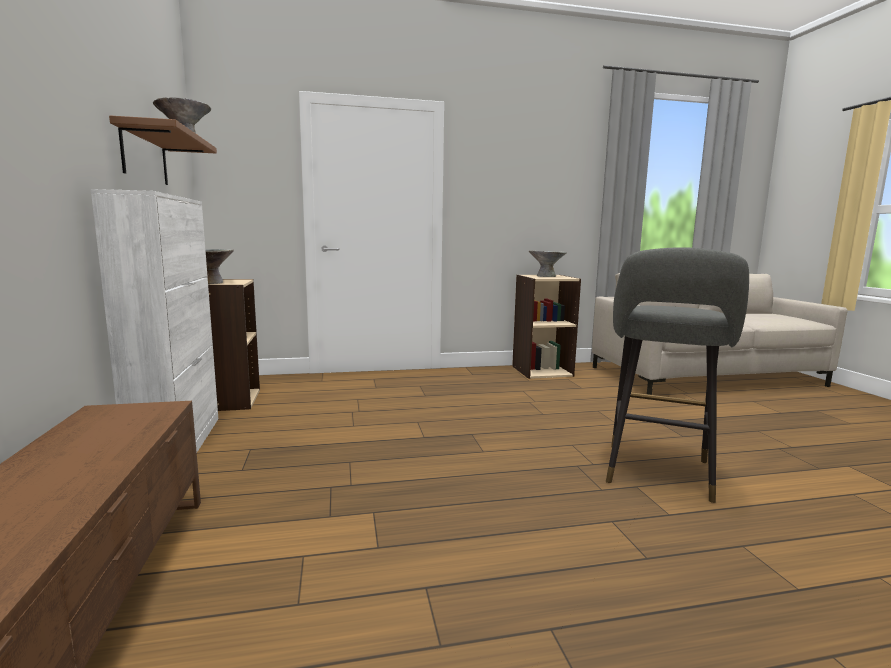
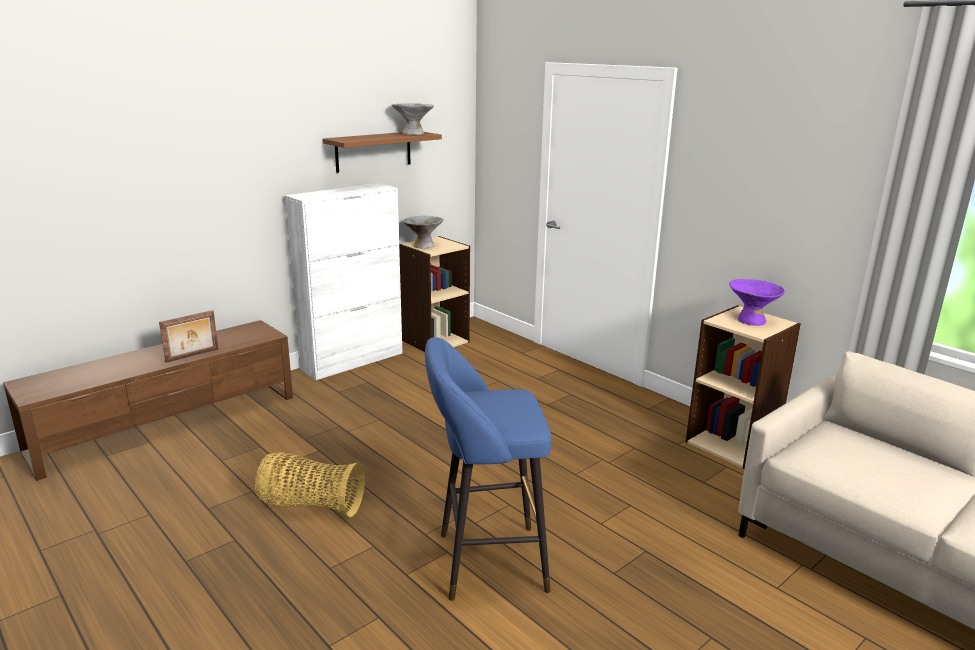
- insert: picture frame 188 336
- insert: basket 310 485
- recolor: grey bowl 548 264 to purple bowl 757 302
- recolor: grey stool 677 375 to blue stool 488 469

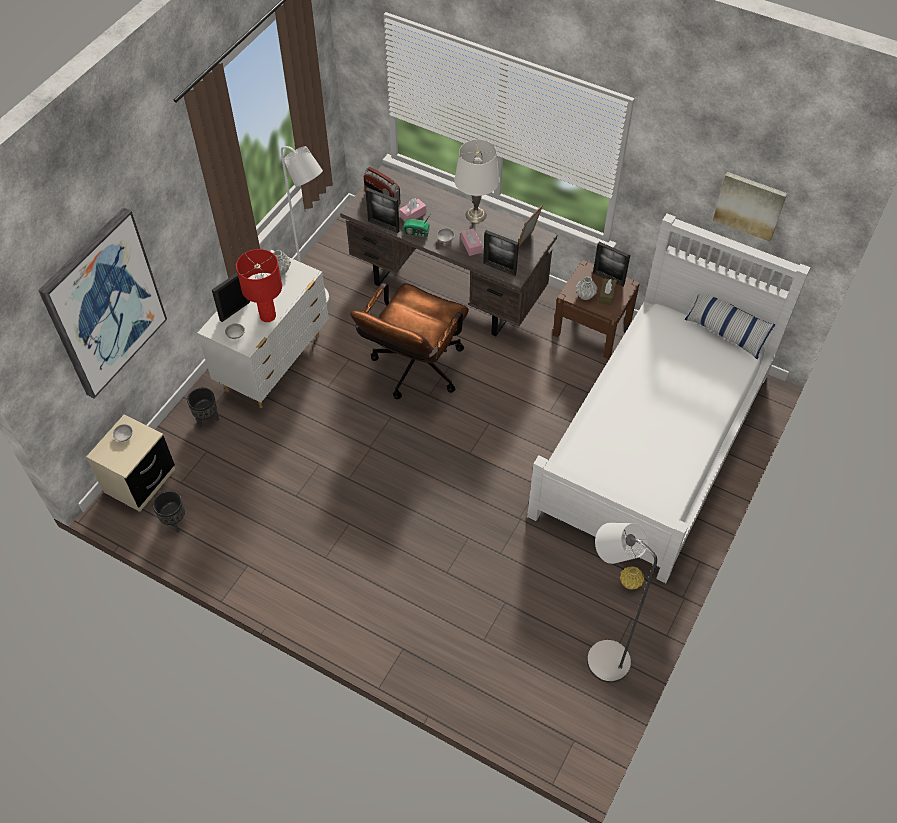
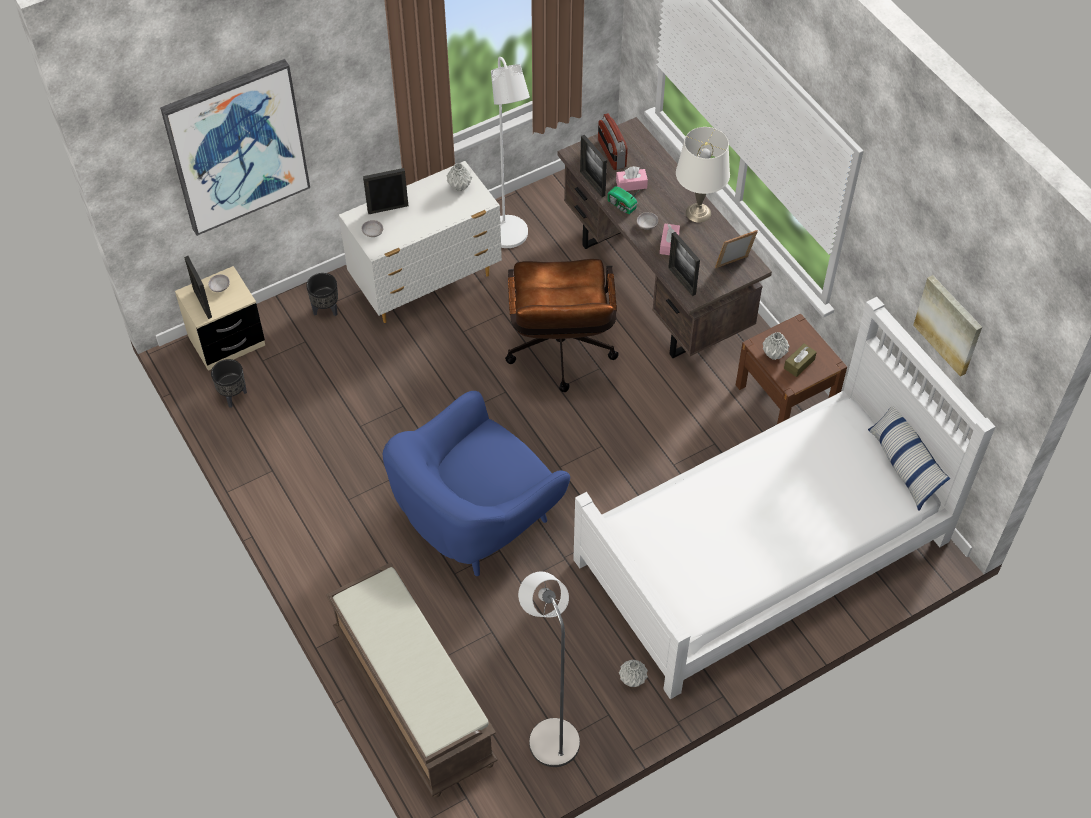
- delete: red table lamp 259 285
- insert: brown bench 412 680
- insert: blue armchair 476 483
- move: picture frame 611 264 to 198 287
- recolor: yellow vase 632 578 to grey vase 633 673
- rotate: brown office chair 409 341 = 562 325 60 degrees counterclockwise

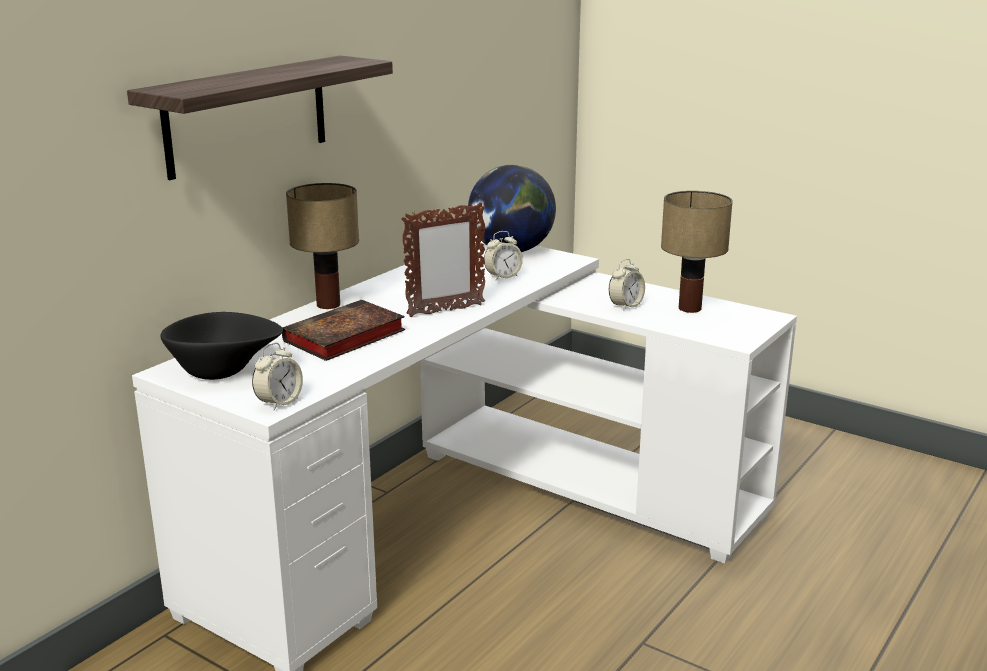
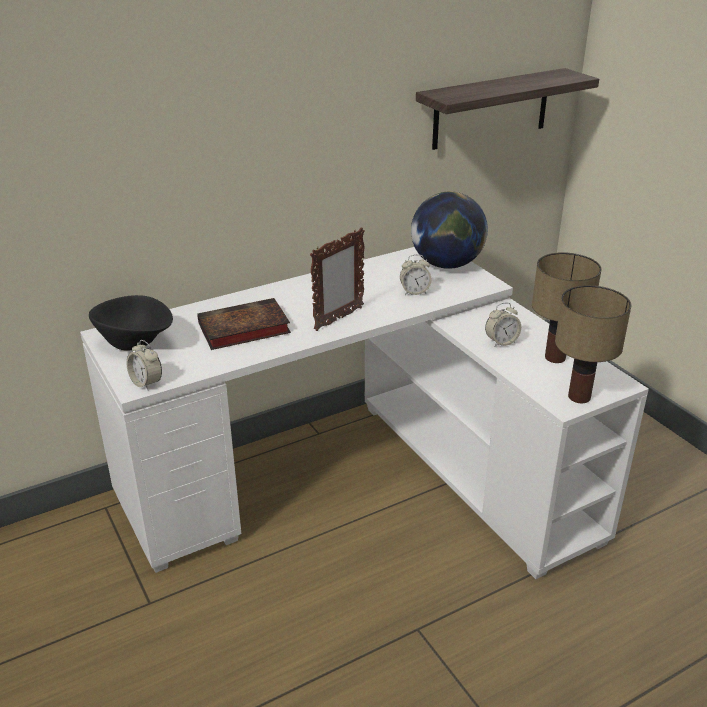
- move: shelf 260 118 to 507 109
- move: table lamp 322 246 to 593 344
- rotate: alarm clock 277 376 = 144 365 75 degrees clockwise
- rotate: picture frame 443 259 = 337 279 45 degrees counterclockwise

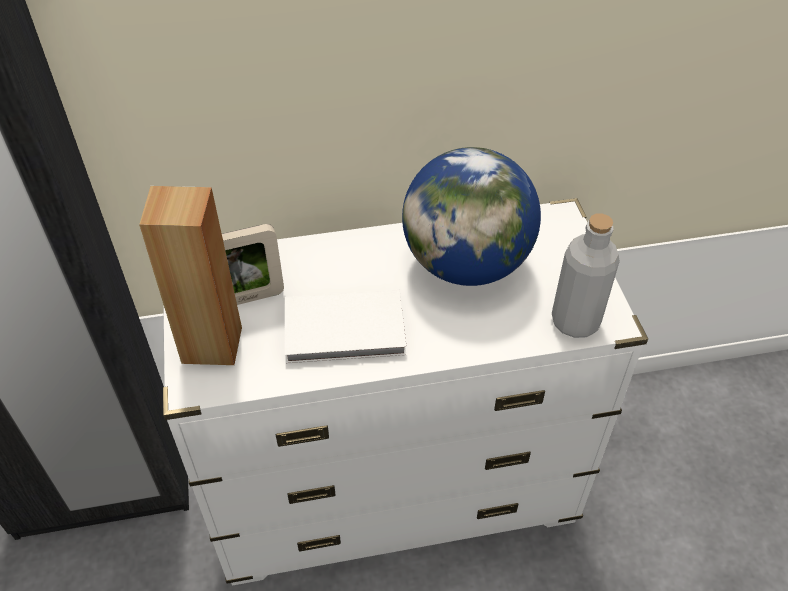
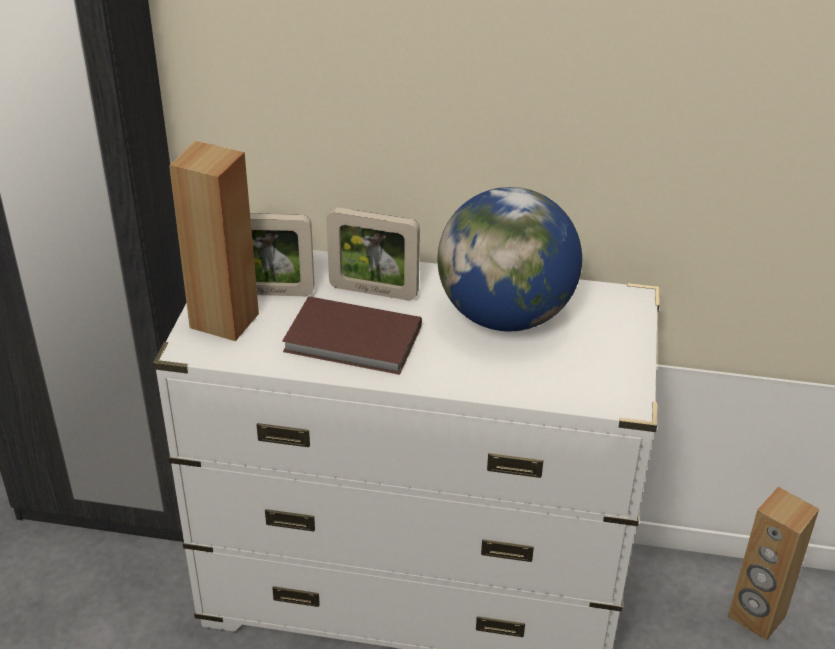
- delete: grey bottle 586 275
- insert: picture frame 373 253
- insert: brown speaker 773 564
- recolor: white book 346 326 to brown book 352 335

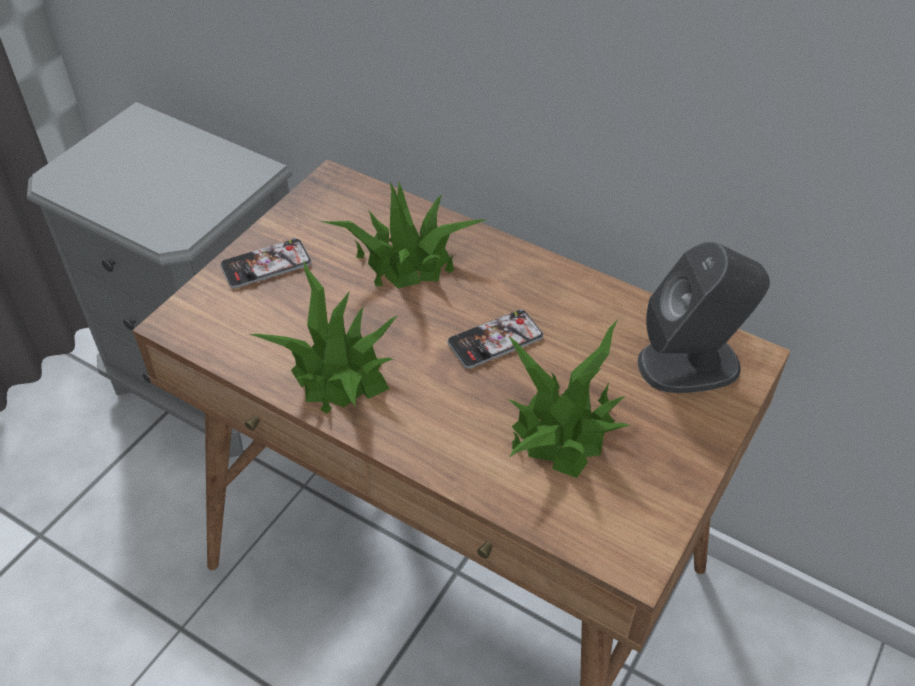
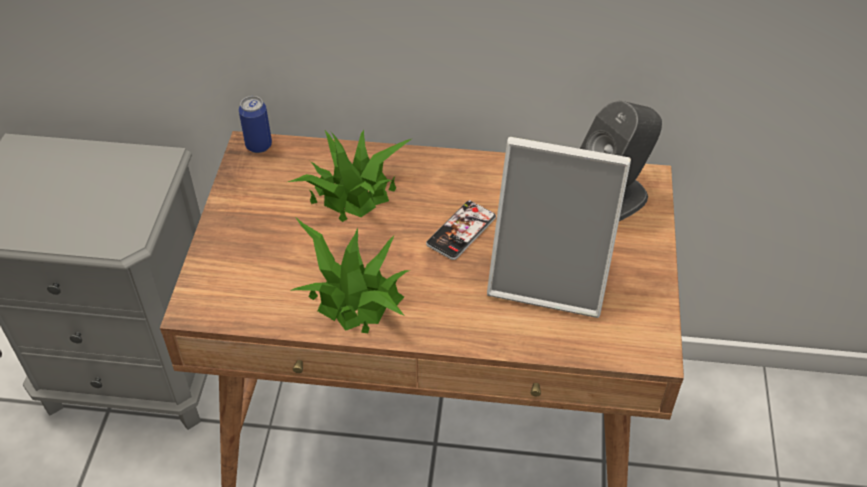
- delete: phone 265 263
- insert: can 255 124
- replace: potted plant 568 399 to picture frame 559 227

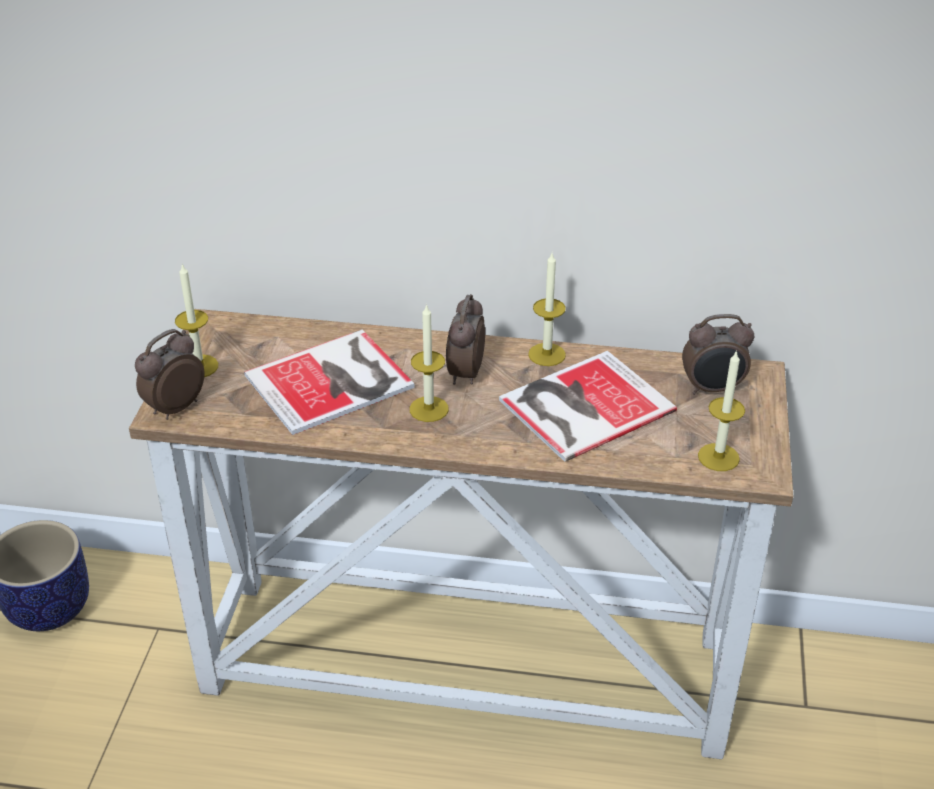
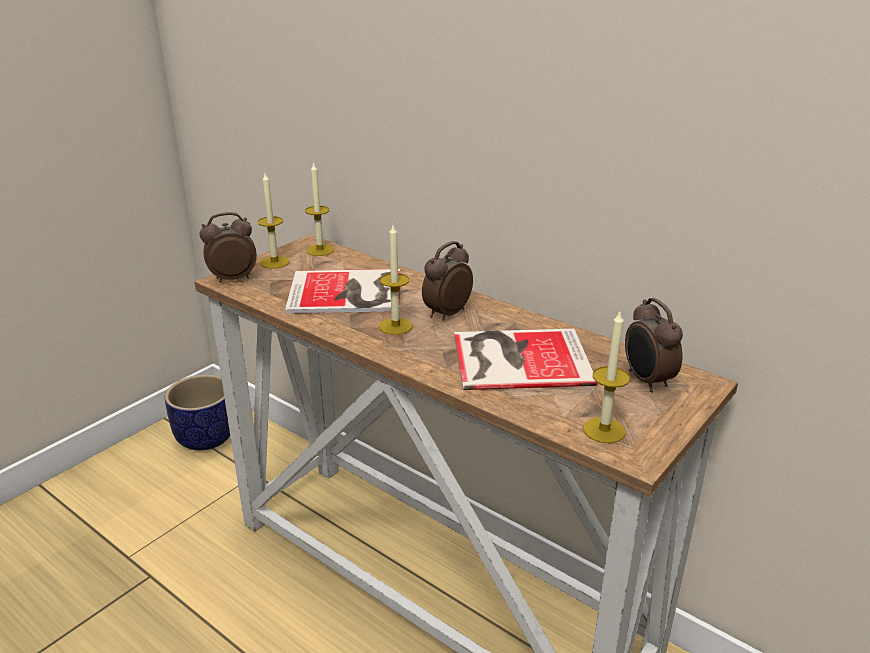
- move: candle 547 309 to 319 209
- rotate: alarm clock 718 354 = 654 345 45 degrees clockwise

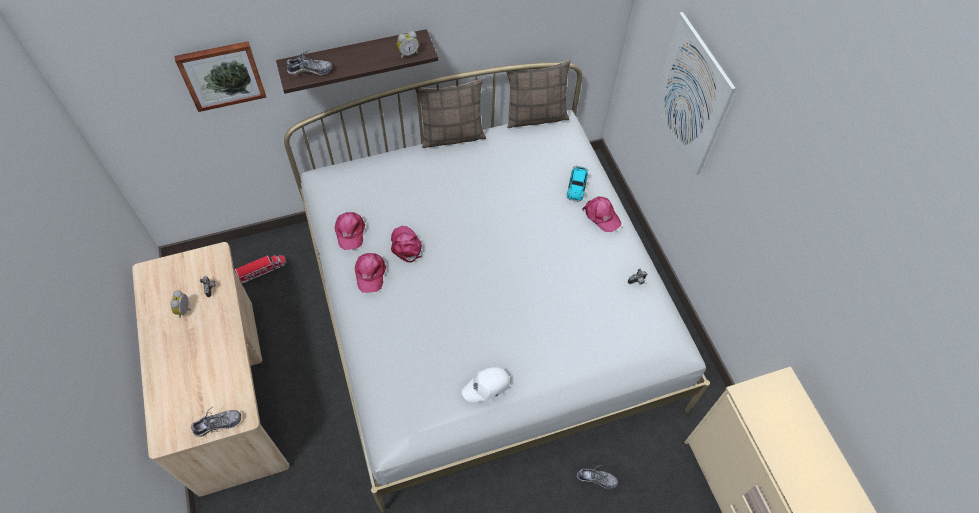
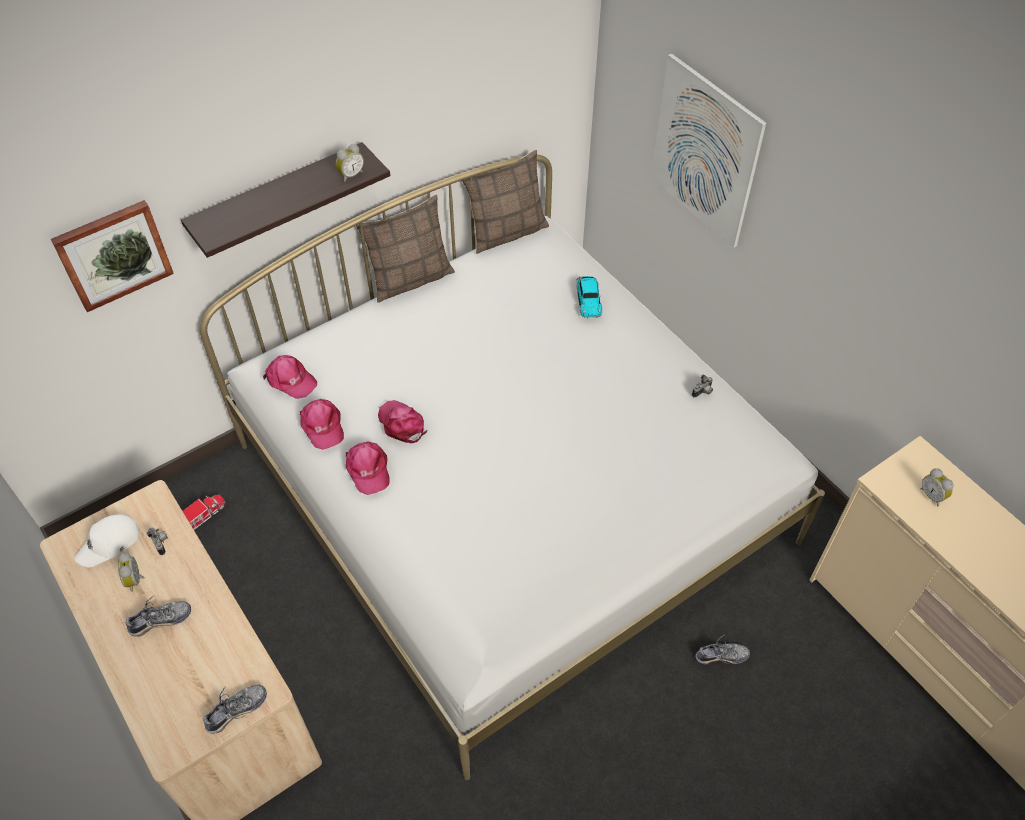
- insert: alarm clock 937 487
- move: shoe 309 63 to 158 615
- move: white cap 486 384 to 107 541
- move: pink cap 602 214 to 290 377

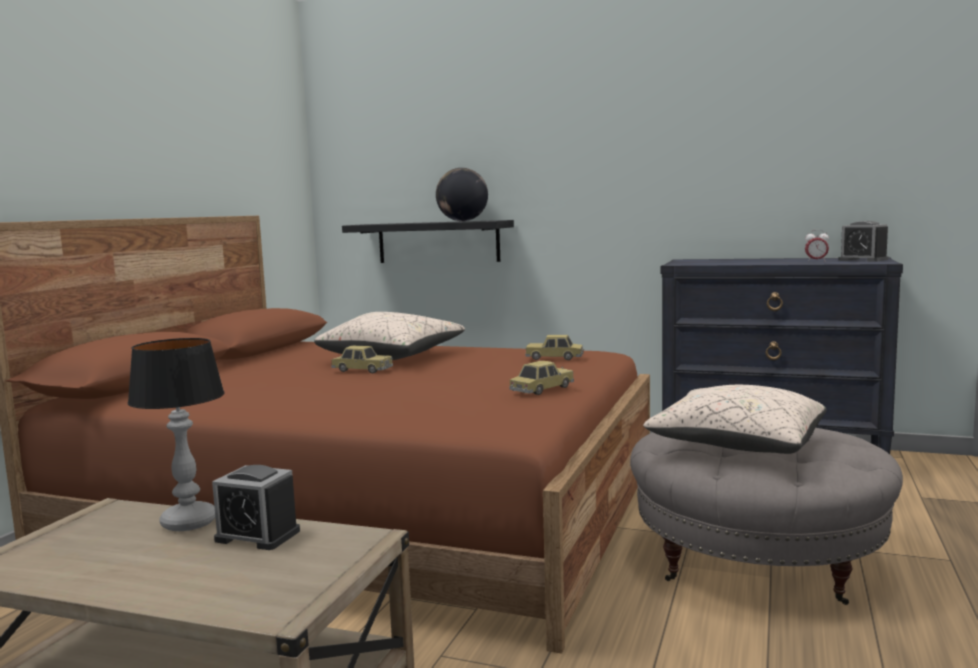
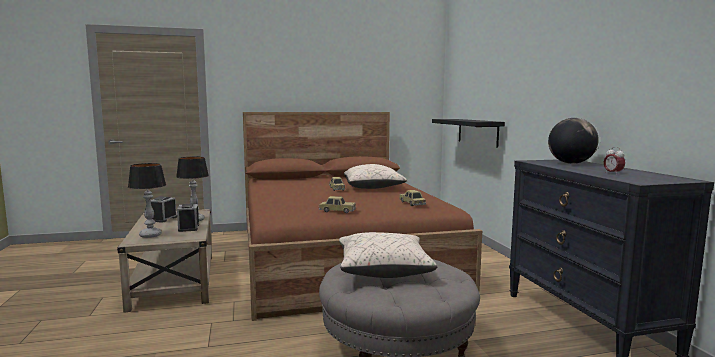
- insert: table lamp 147 200
- move: globe 462 194 to 573 141
- move: alarm clock 863 241 to 164 209

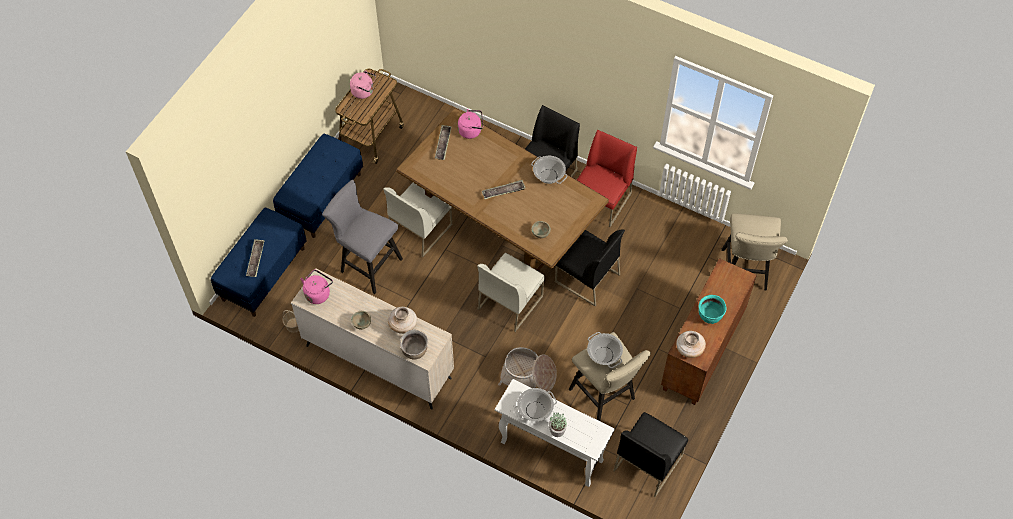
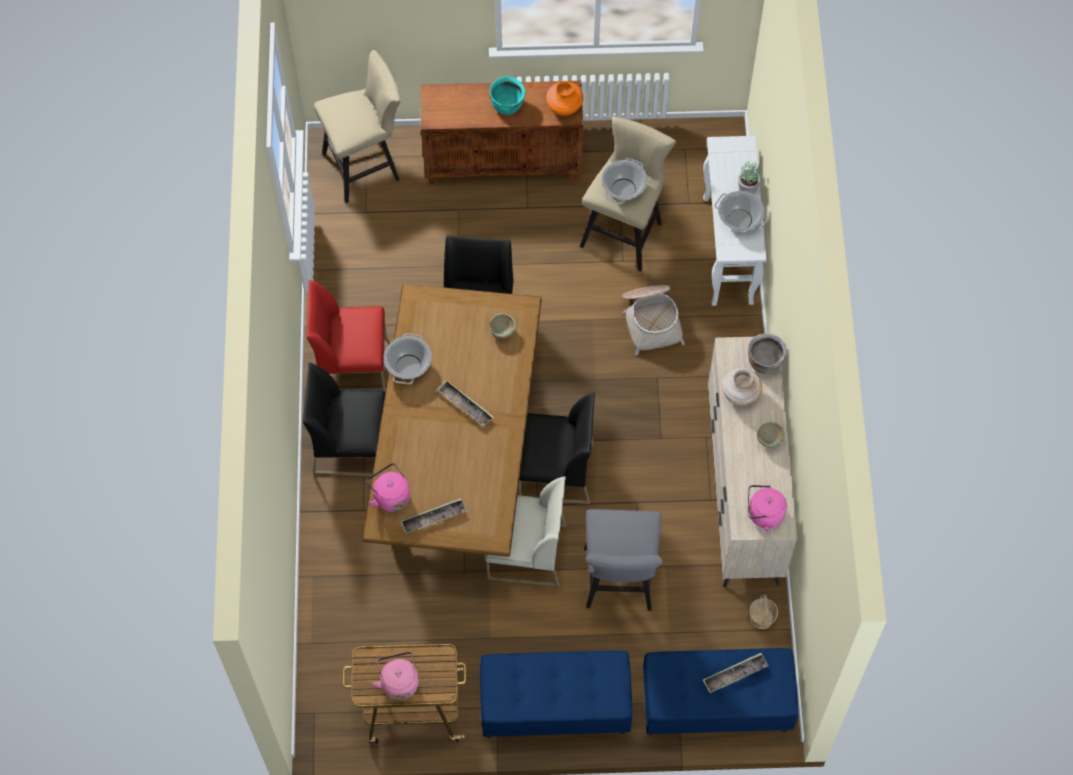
- delete: white chair 511 292
- move: black chair 650 454 to 557 448
- recolor: beige vase 691 344 to orange vase 564 98

